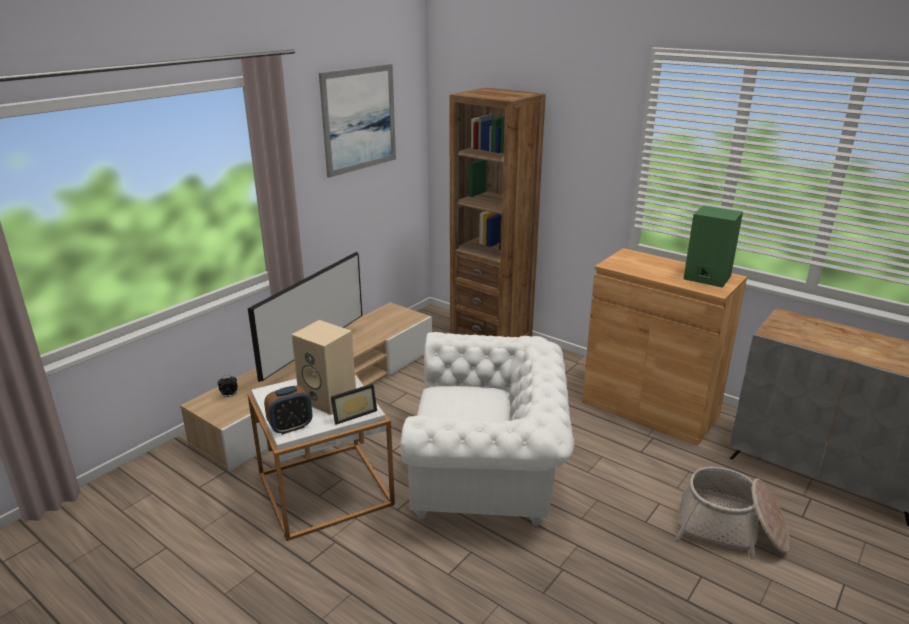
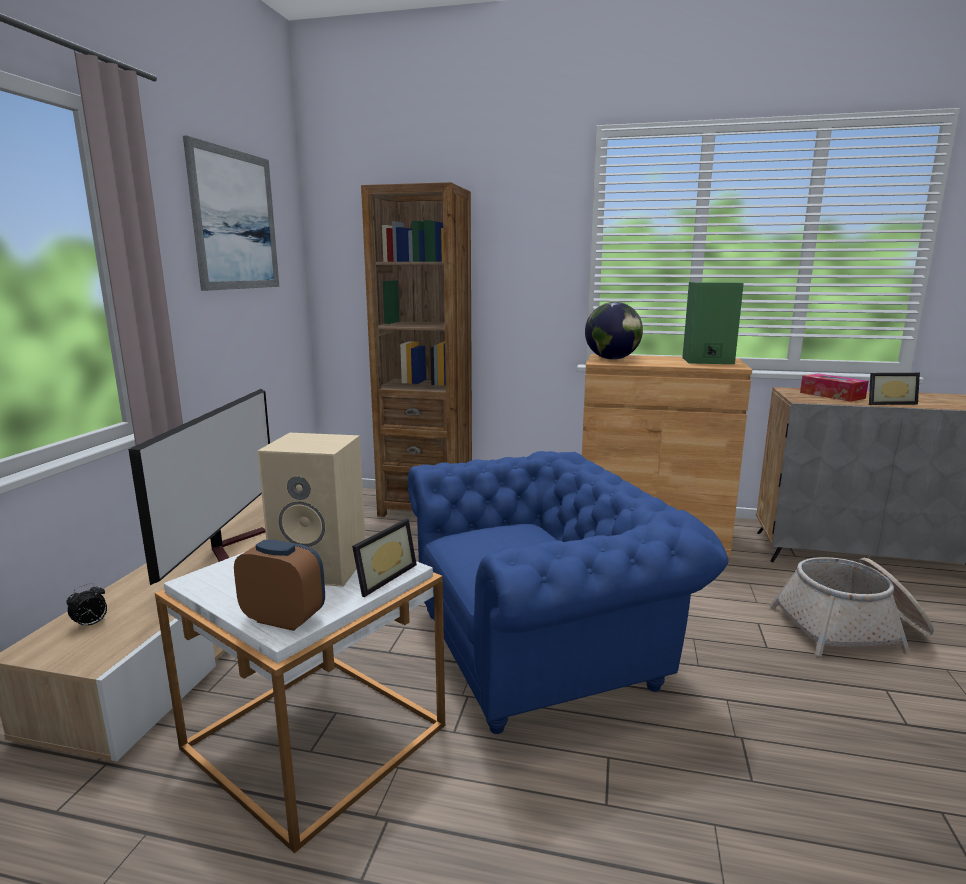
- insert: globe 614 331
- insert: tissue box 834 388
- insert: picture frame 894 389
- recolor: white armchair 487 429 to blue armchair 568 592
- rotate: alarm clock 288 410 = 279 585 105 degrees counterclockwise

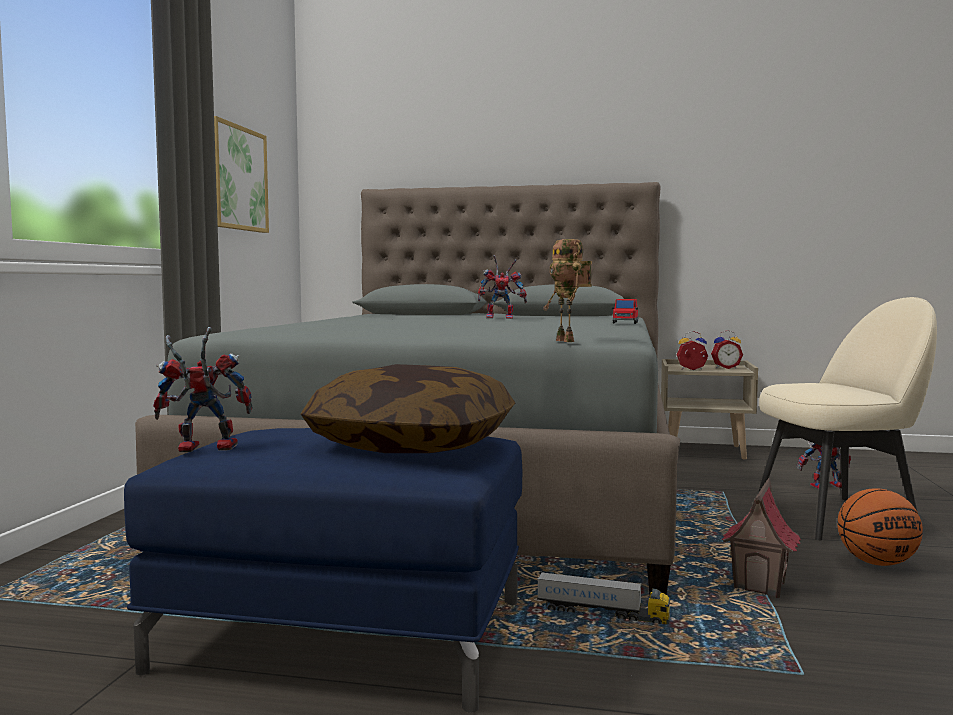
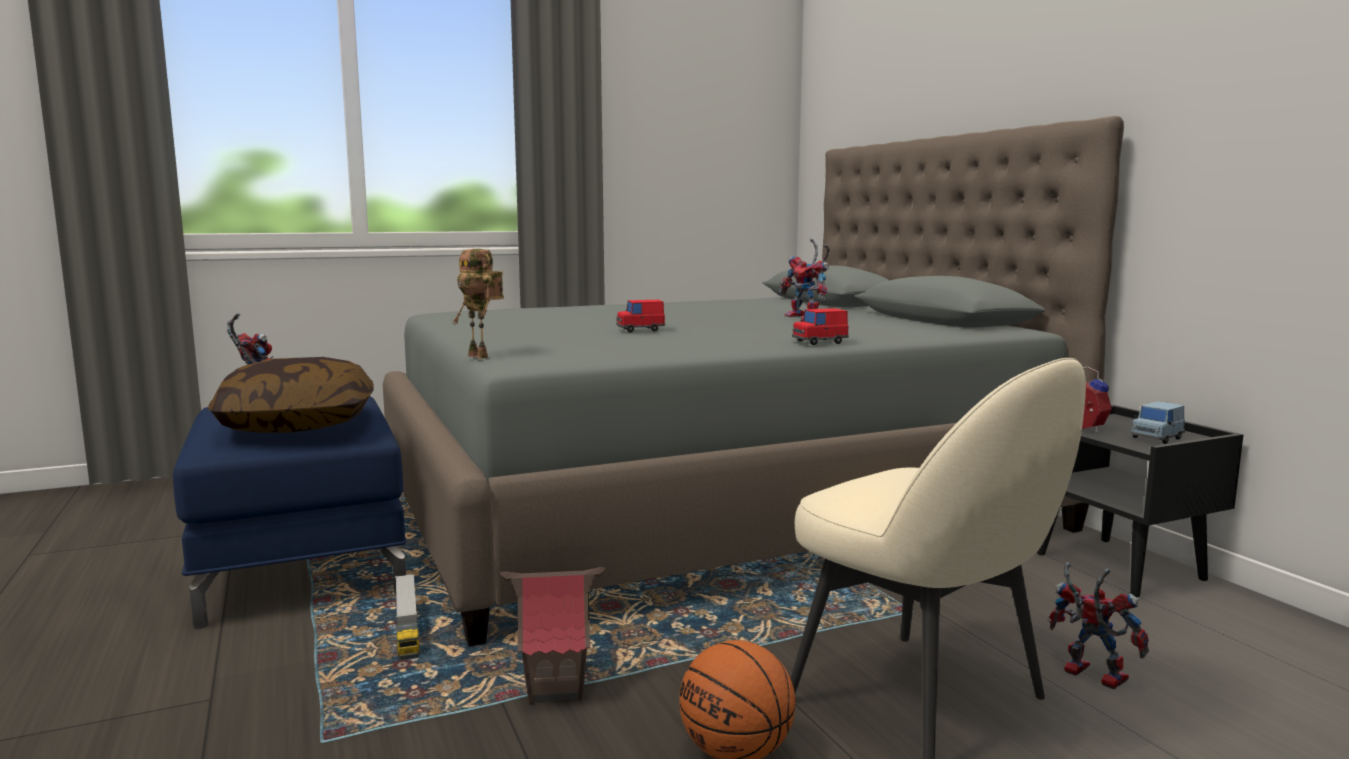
- delete: picture 241 174
- insert: red toy car 640 316
- replace: alarm clock 727 349 to blue toy car 1158 422
- recolor: beige nightstand 709 409 to black nightstand 1140 501
- rotate: toy robot 567 290 = 478 304 75 degrees counterclockwise

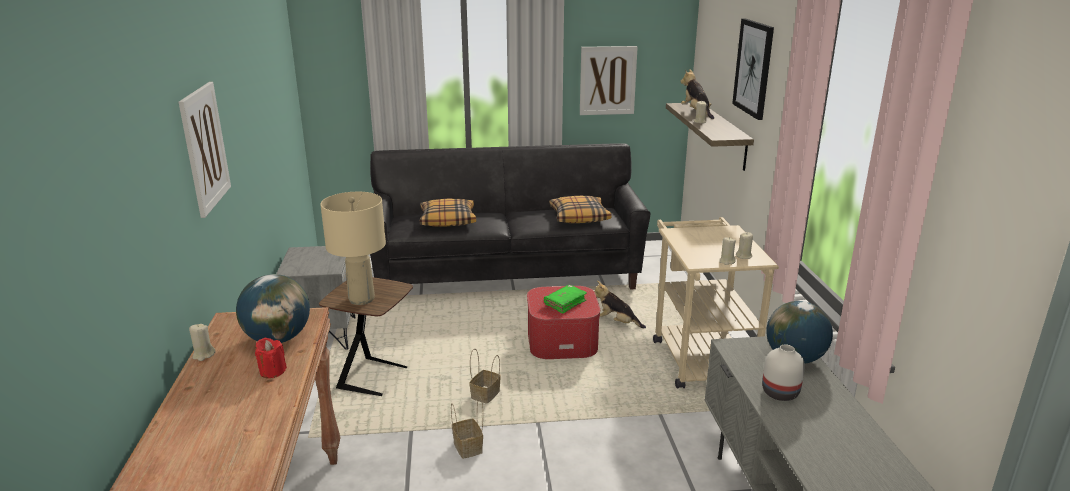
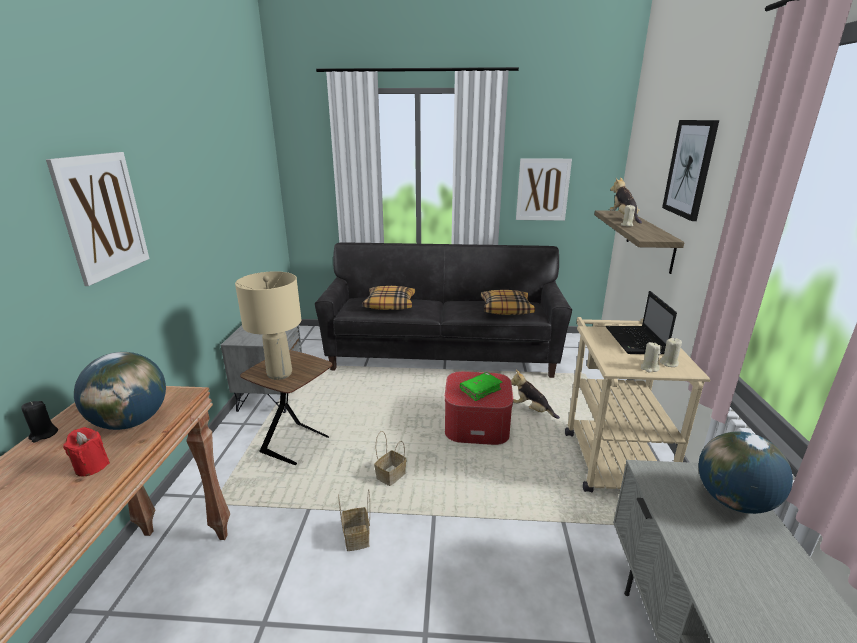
- delete: white vase 783 372
- insert: laptop 641 322
- recolor: beige candle 202 342 to black candle 39 421

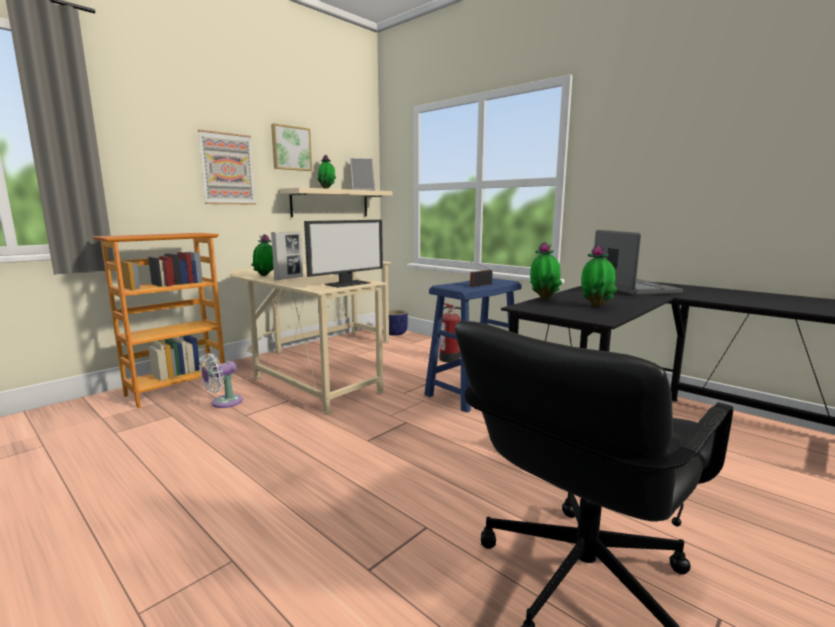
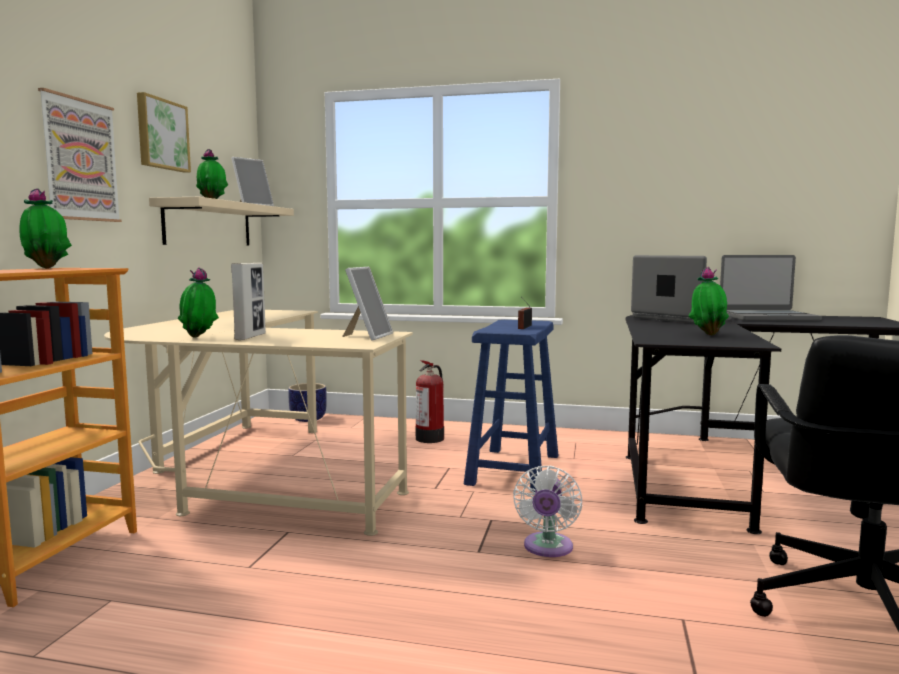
- insert: laptop 771 288
- move: white fan 221 380 to 547 511
- move: potted plant 546 271 to 45 228
- replace: monitor 343 254 to picture frame 367 303

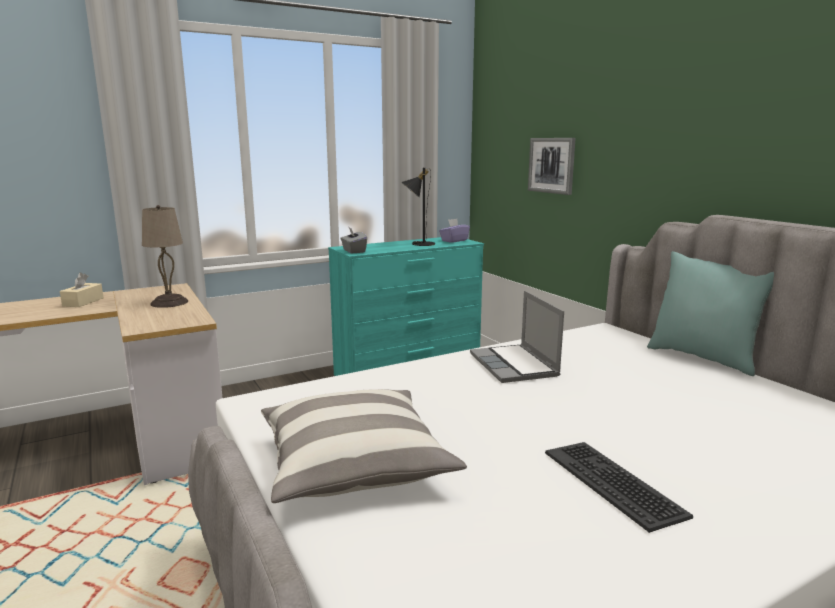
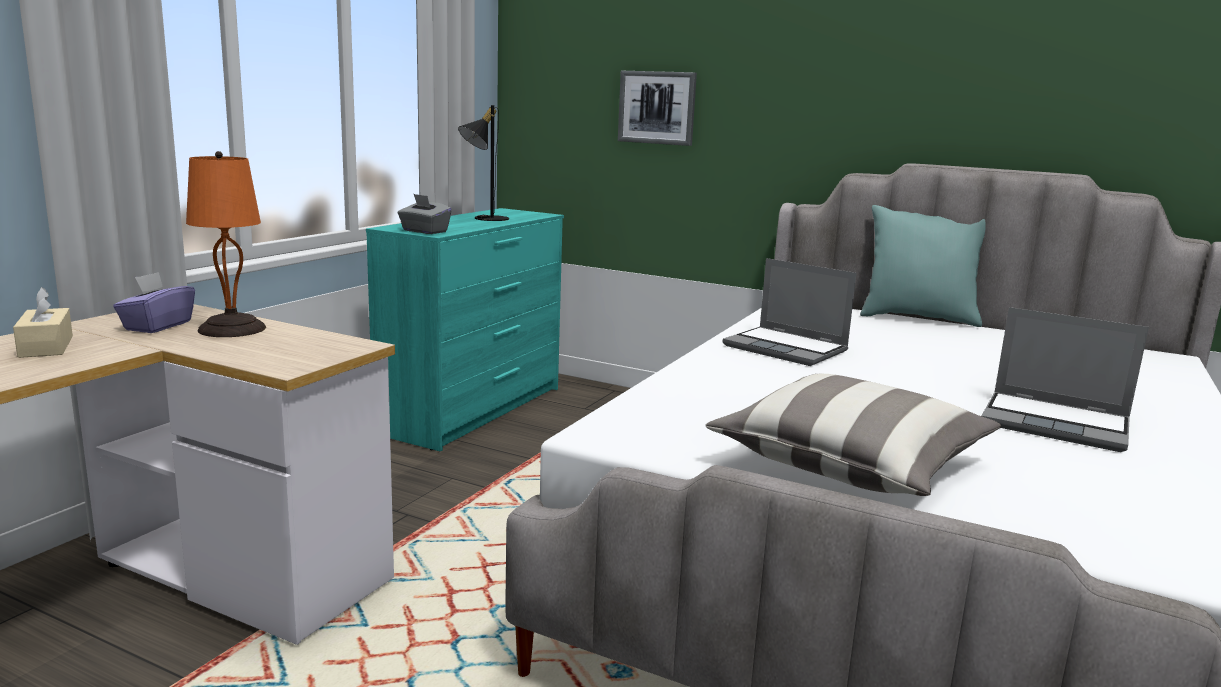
- move: purple tissue box 454 231 to 154 302
- replace: keyboard 619 487 to laptop 1065 379
- recolor: beige table lamp 165 256 to orange table lamp 226 244

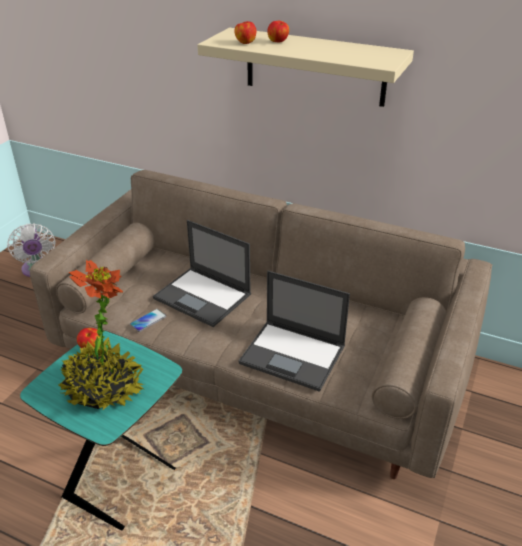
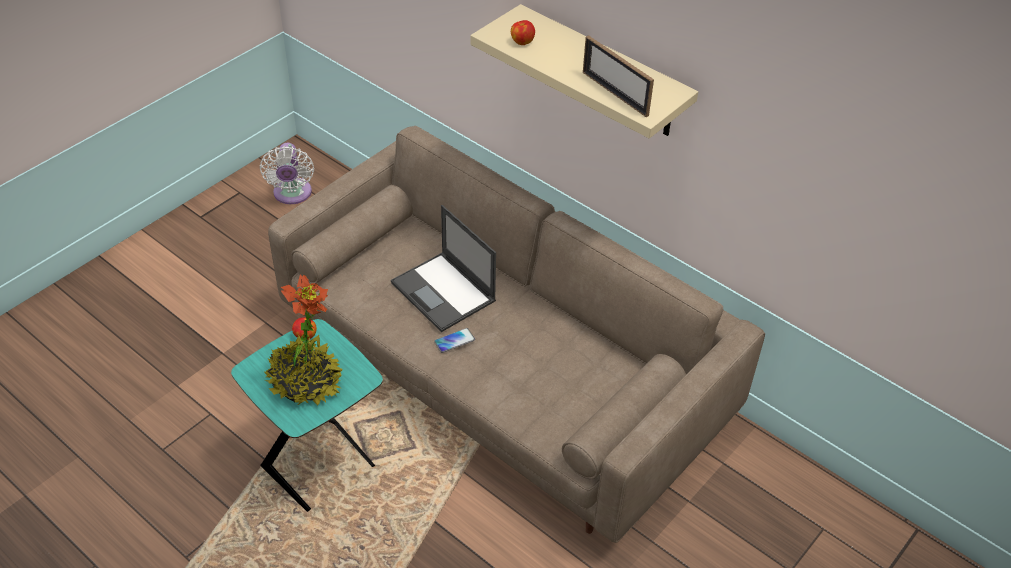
- delete: laptop 294 331
- delete: apple 278 31
- insert: picture frame 618 76
- move: phone 148 320 to 454 340

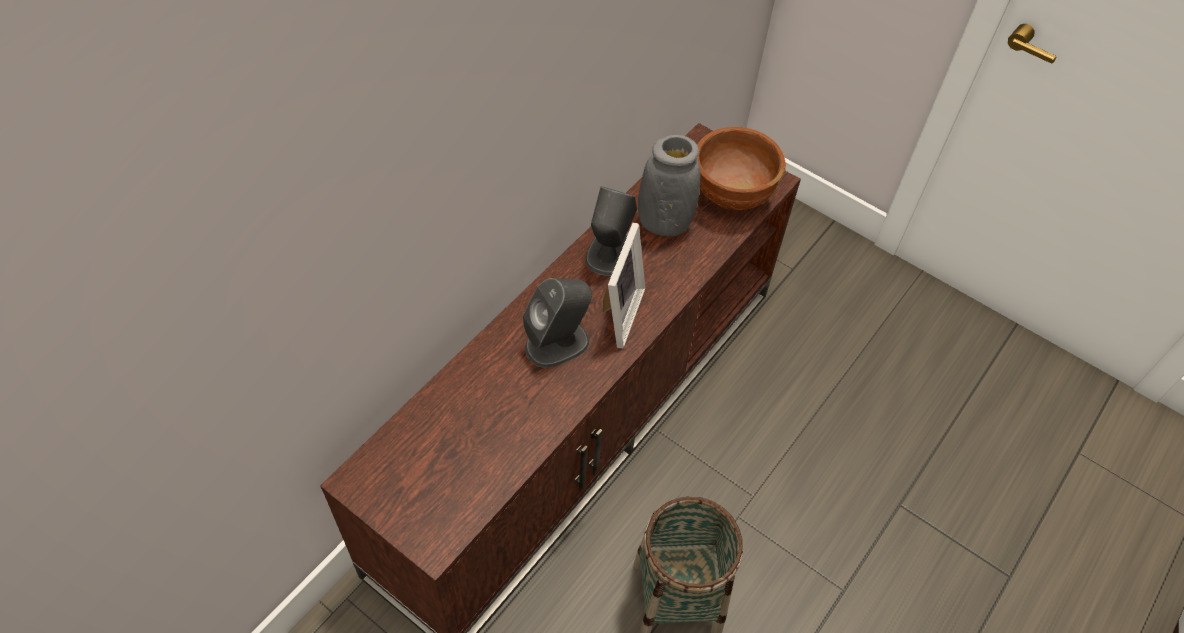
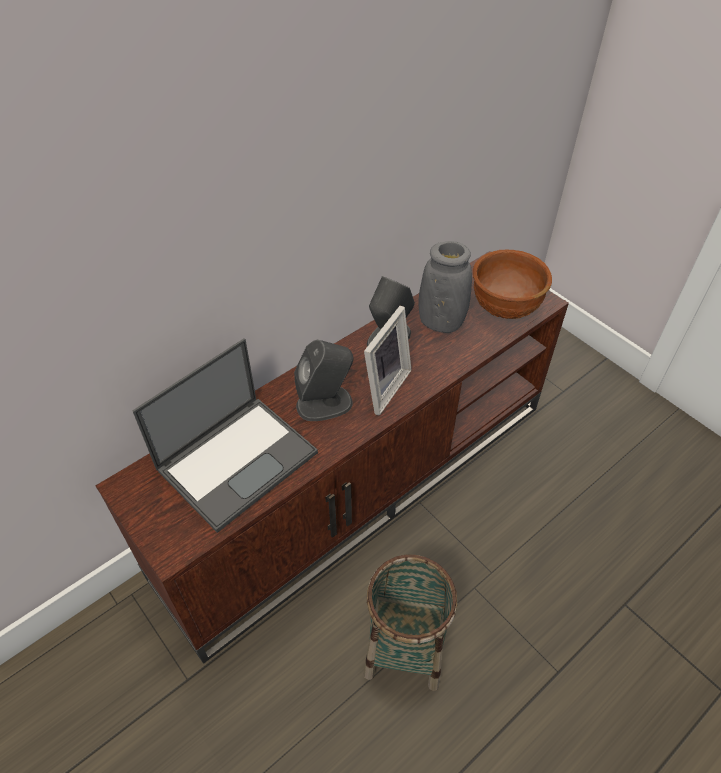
- insert: laptop 225 435

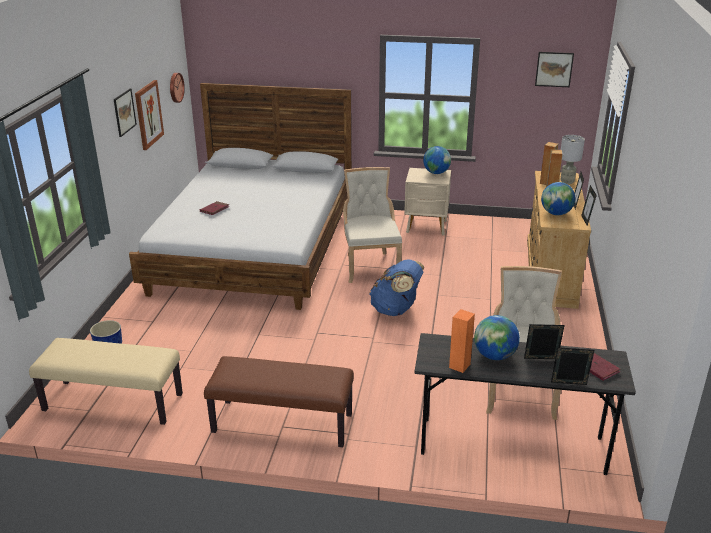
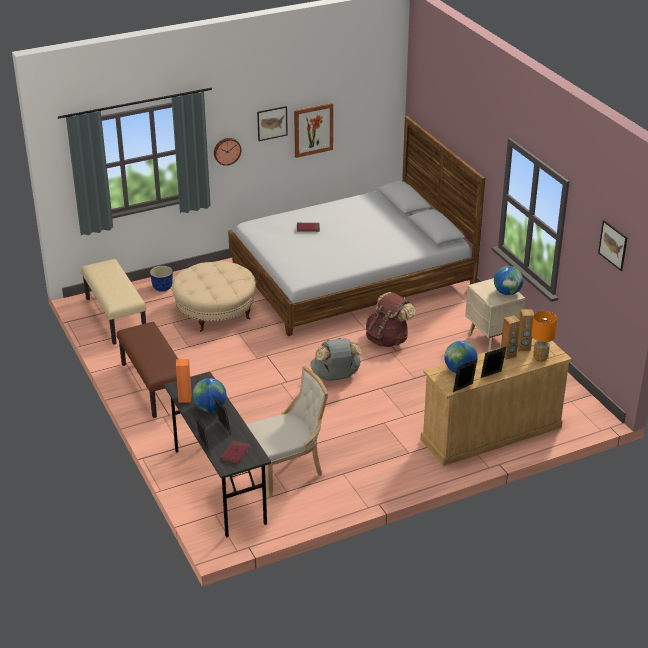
- insert: beige ottoman 214 296
- move: wall clock 177 88 to 227 152
- replace: beige chair 372 225 to brown backpack 391 319
- recolor: blue backpack 397 288 to grey backpack 336 359
- recolor: grey table lamp 573 159 to orange table lamp 544 336

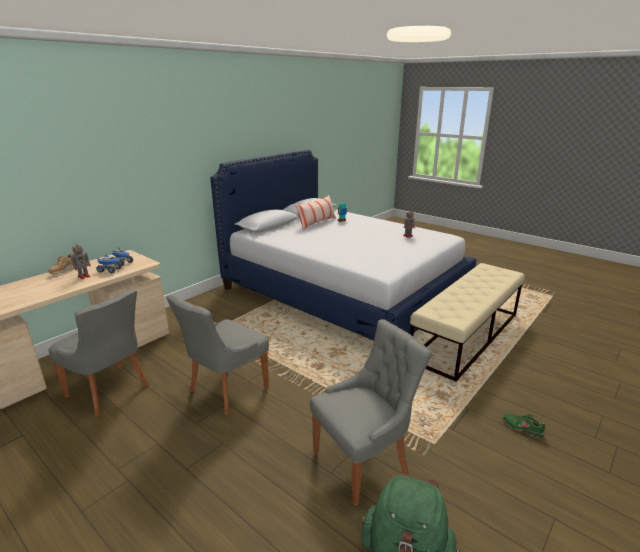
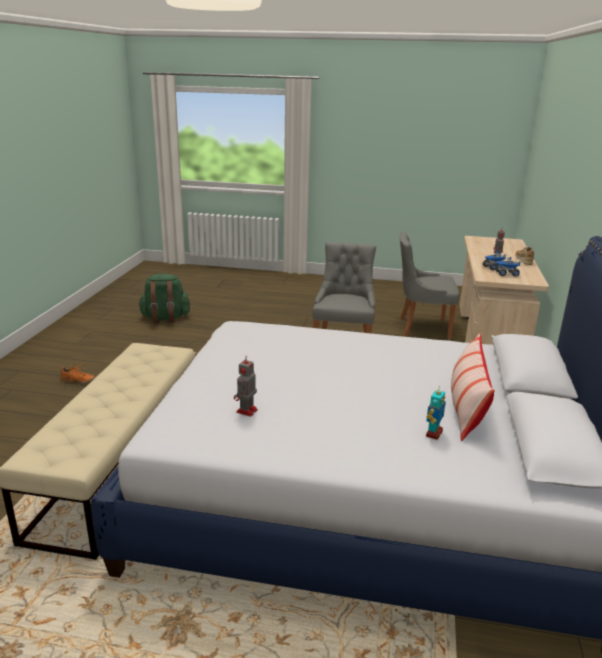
- delete: grey chair 371 412
- recolor: green shoe 524 425 to orange shoe 78 373

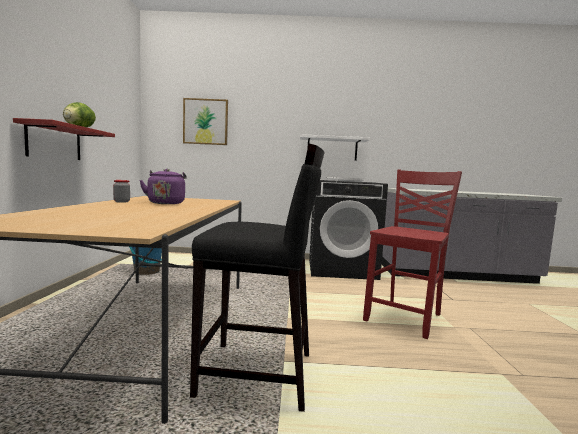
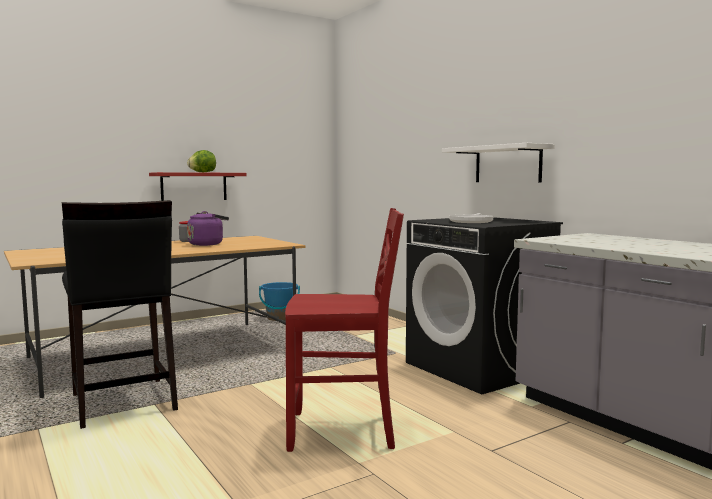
- delete: picture 205 121

